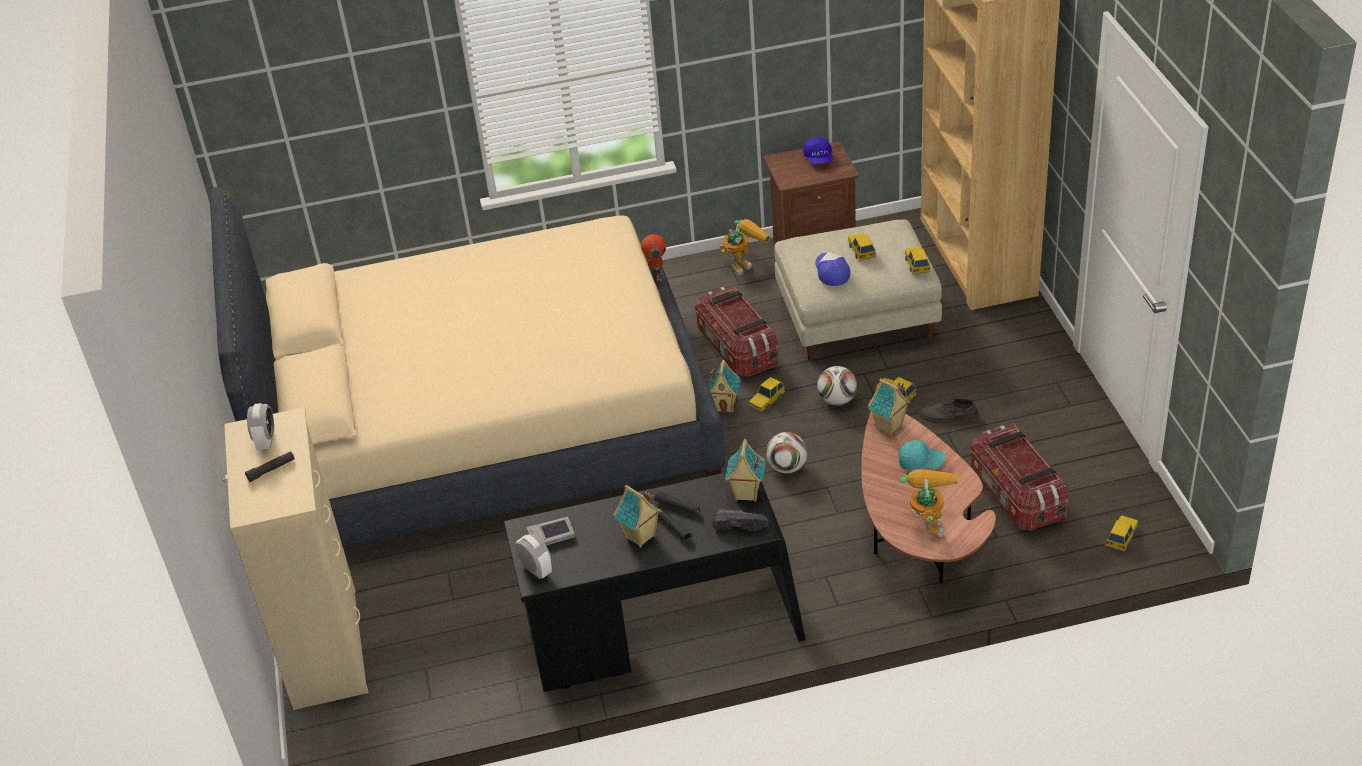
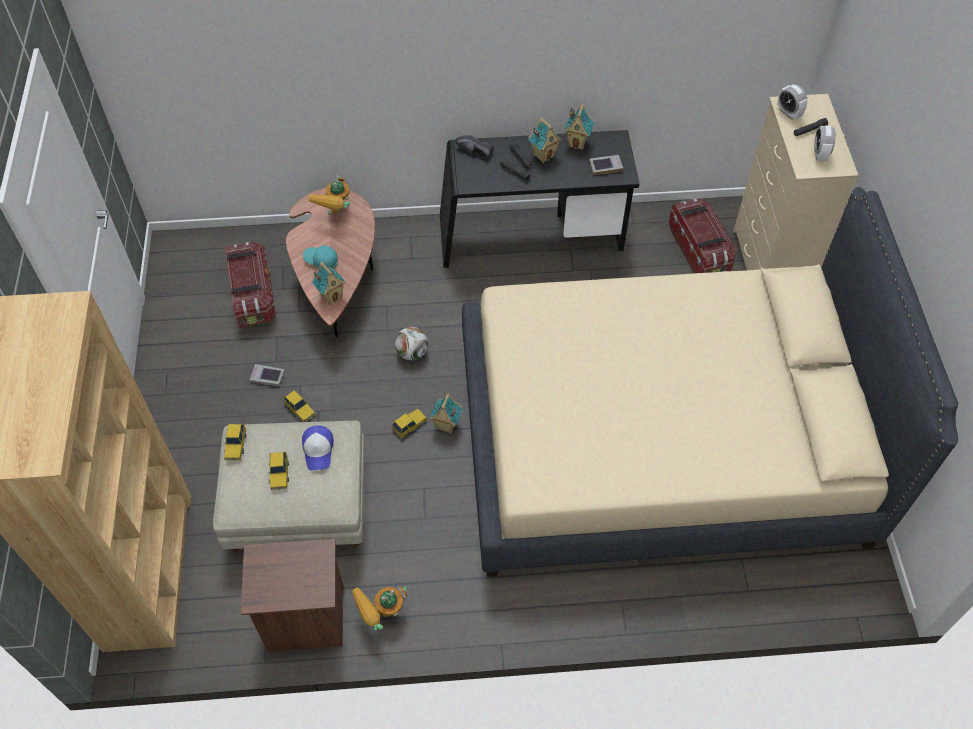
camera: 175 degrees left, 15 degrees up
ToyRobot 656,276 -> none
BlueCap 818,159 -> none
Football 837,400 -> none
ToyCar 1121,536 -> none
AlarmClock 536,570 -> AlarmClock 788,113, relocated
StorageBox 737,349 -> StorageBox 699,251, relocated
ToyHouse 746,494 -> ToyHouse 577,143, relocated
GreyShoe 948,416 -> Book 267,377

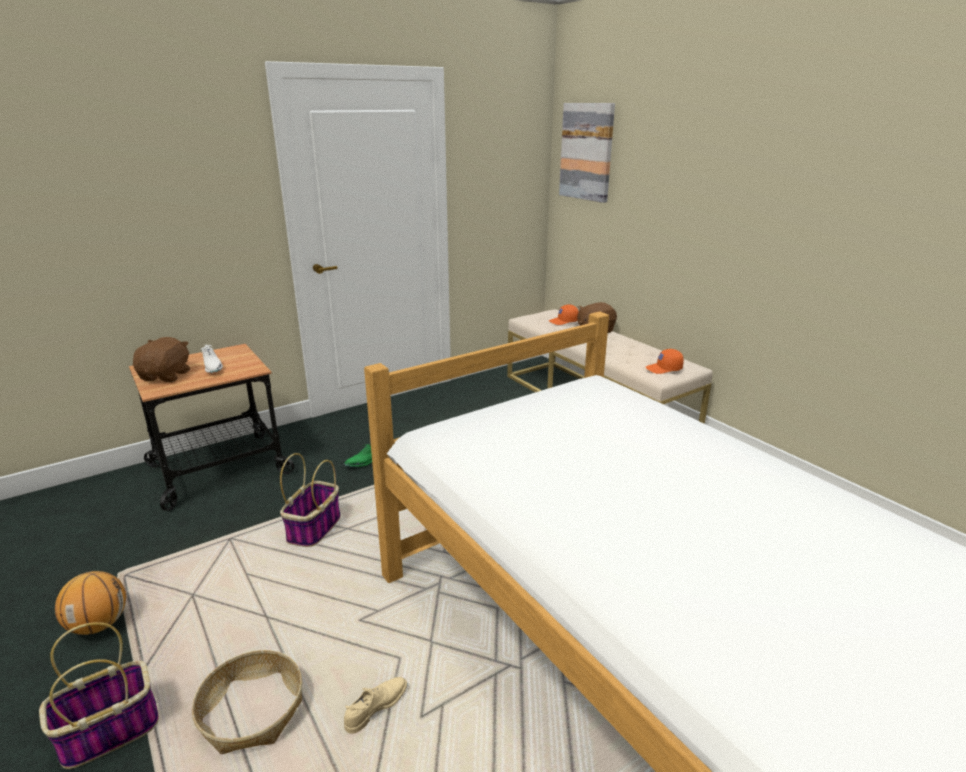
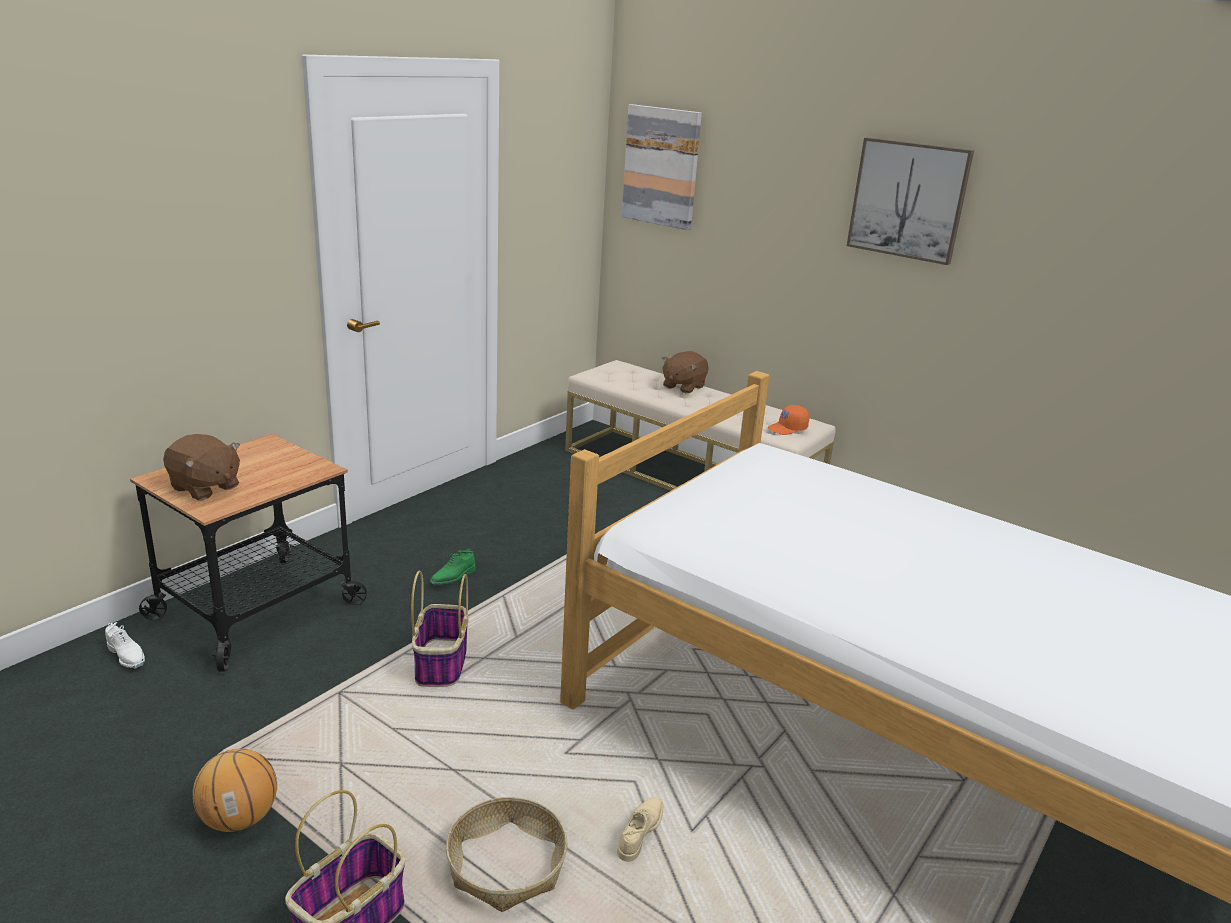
camera: 20 degrees left, 0 degrees up
OrangeCap 563,321 -> none
none -> Picture 908,200
WhiteShoe 213,368 -> WhiteShoe 127,656, relocated
BrownPlushToy 166,376 -> BrownPlushToy 205,487, 135 degrees clockwise

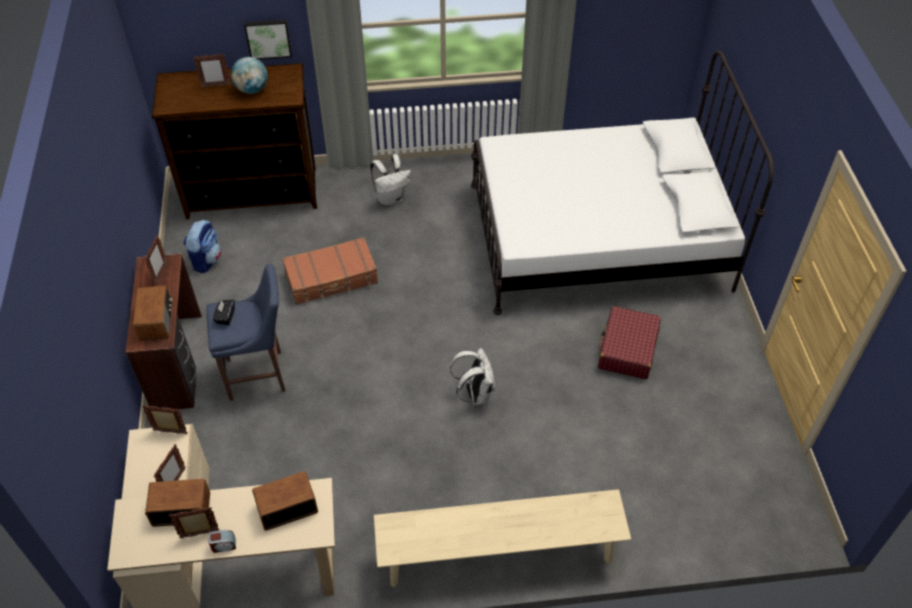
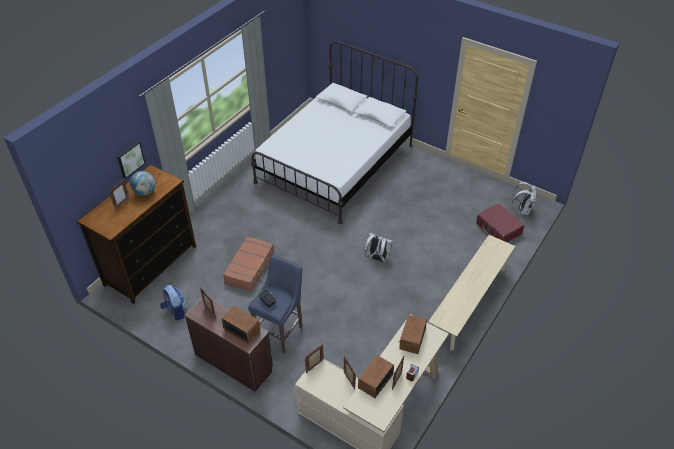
camera: 50 degrees left, 5 degrees down
WhiteBackpack 391,198 -> WhiteBackpack 522,210, relocated
RedSuitcase 627,349 -> RedSuitcase 498,229, relocated

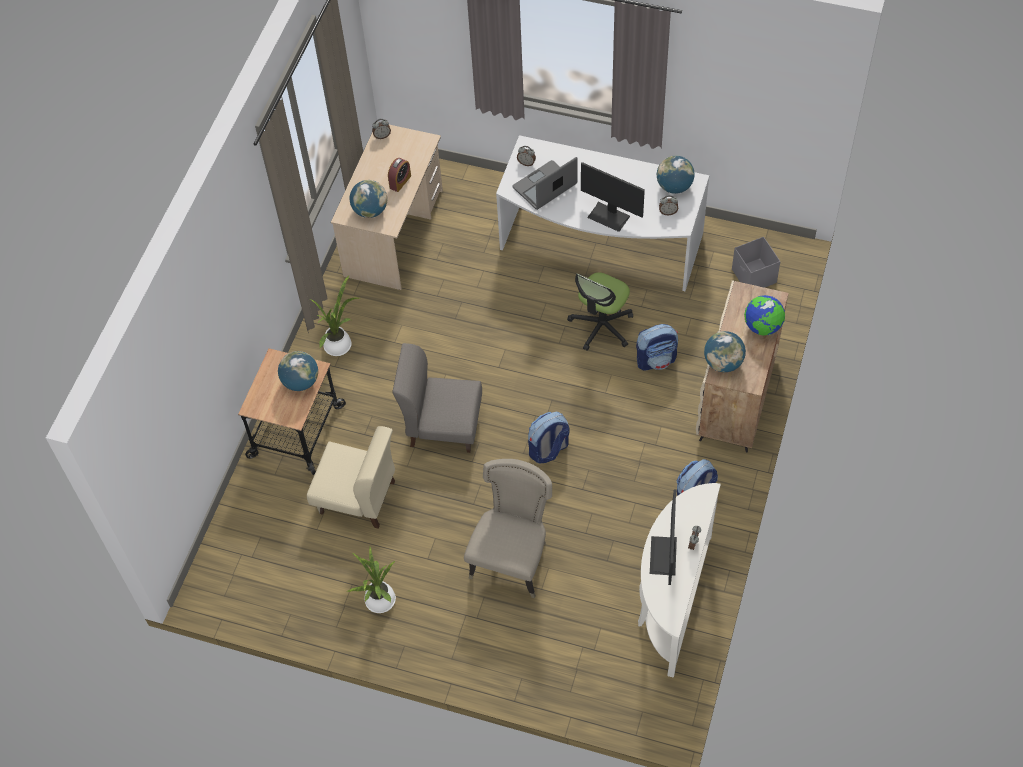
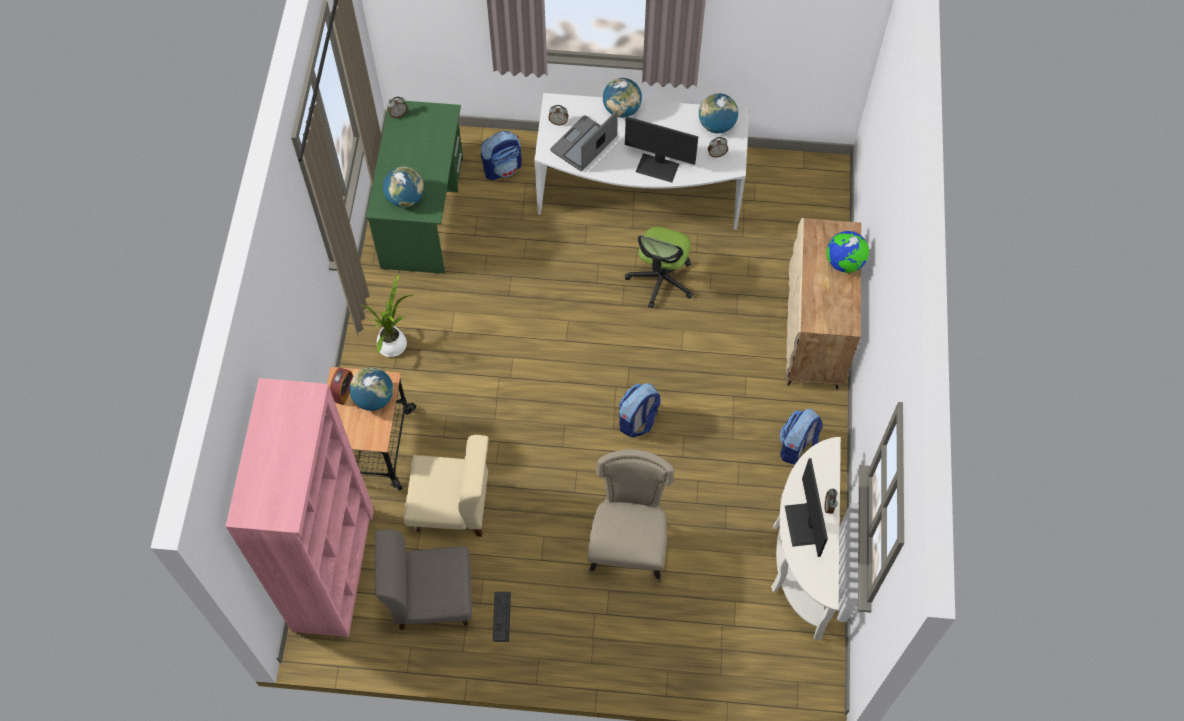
camera: 15 degrees left, 5 degrees up
GreyStorageBox 754,277 -> none
none -> PinkBookcase 333,568
AlarmClock 400,182 -> AlarmClock 344,391, relocated
GreyChair 443,426 -> GreyChair 431,597, relocated
Backpack 656,360 -> Backpack 503,168, relocated
Globe 723,363 -> Globe 621,109, relocated
PottedPlant 379,602 -> Keyboard 501,616
BeigeDesk 394,233 -> GreenDesk 423,213

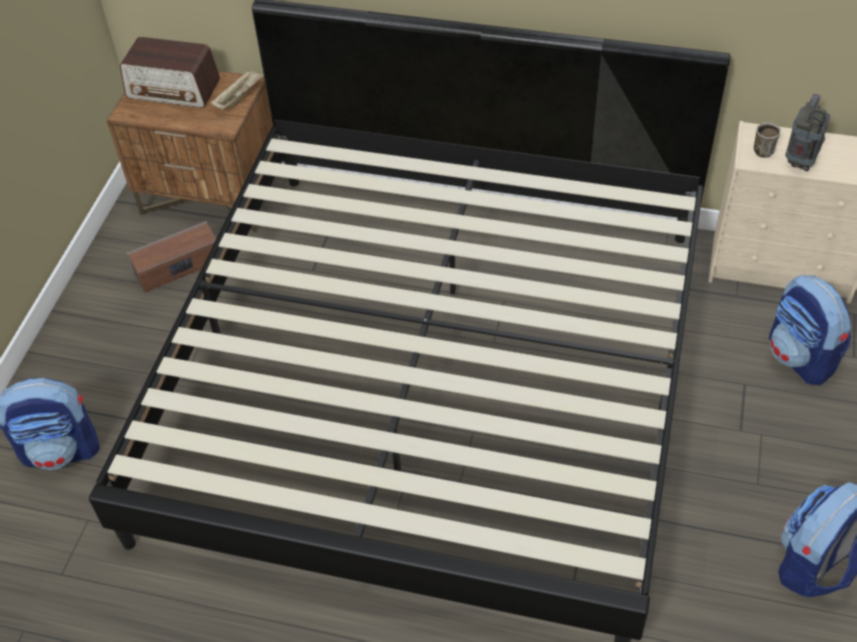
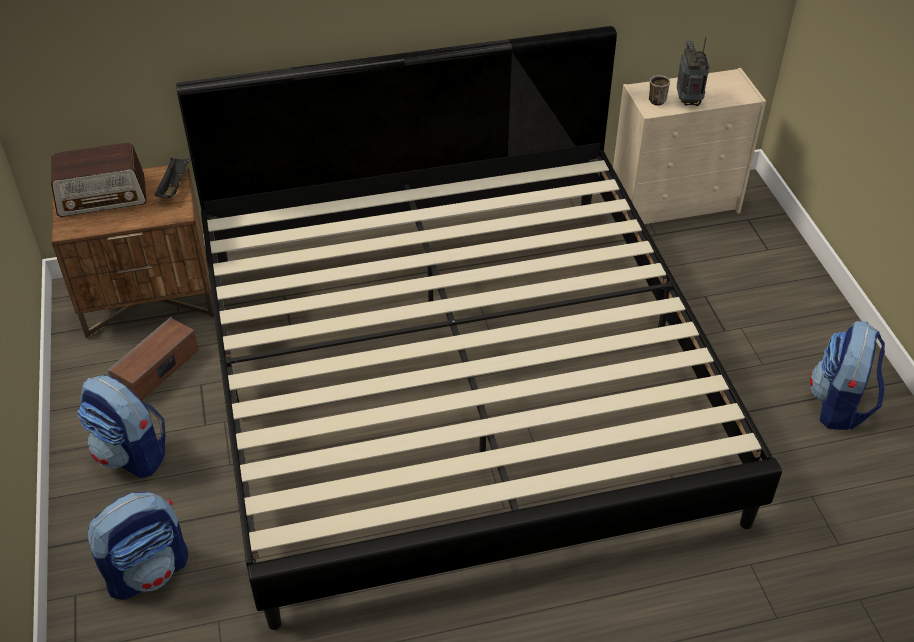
camera: 30 degrees left, 5 degrees down
Backpack 801,357 -> Backpack 131,454, relocated
BeigeTray 239,97 -> BlackTray 174,186

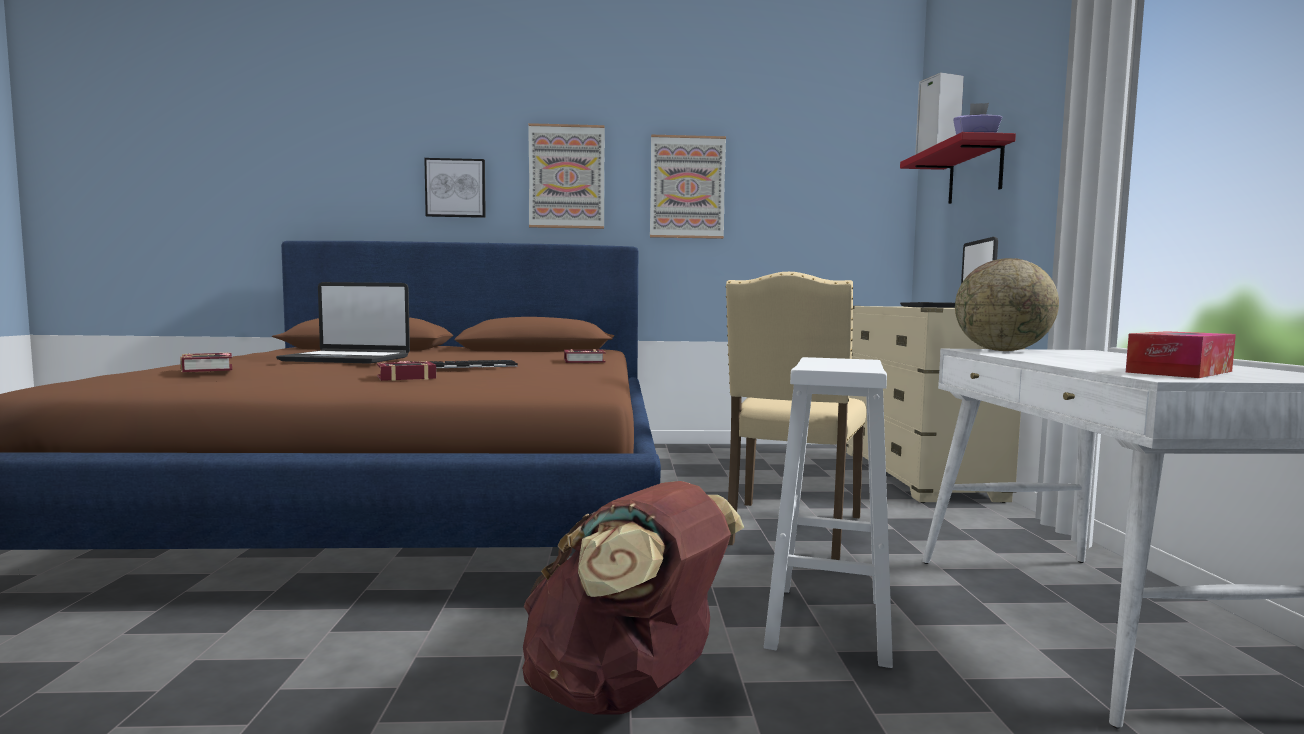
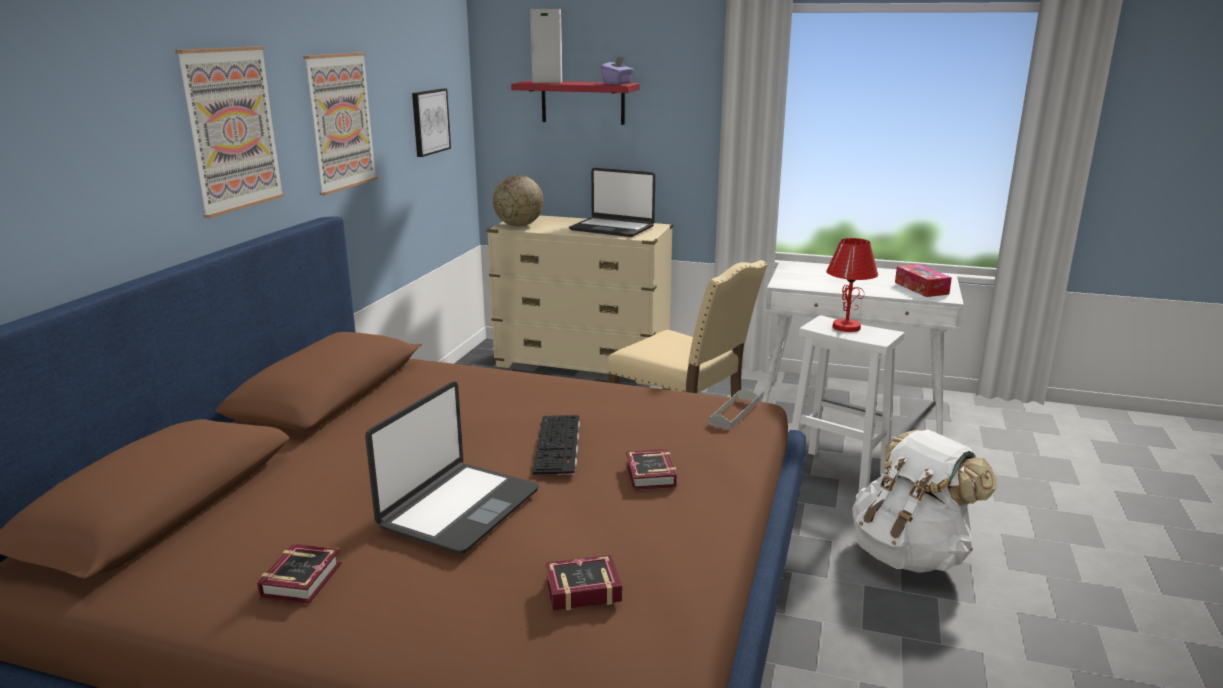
camera: 70 degrees left, 15 degrees up
none -> GreyTray 734,412
none -> RedTableLamp 845,327
Picture 455,188 -> Picture 429,122, relocated
Book 586,361 -> Book 305,578, relocated
Globe 1002,350 -> Globe 519,225, relocated
BrownBackpack 626,692 -> WhiteBackpack 910,554

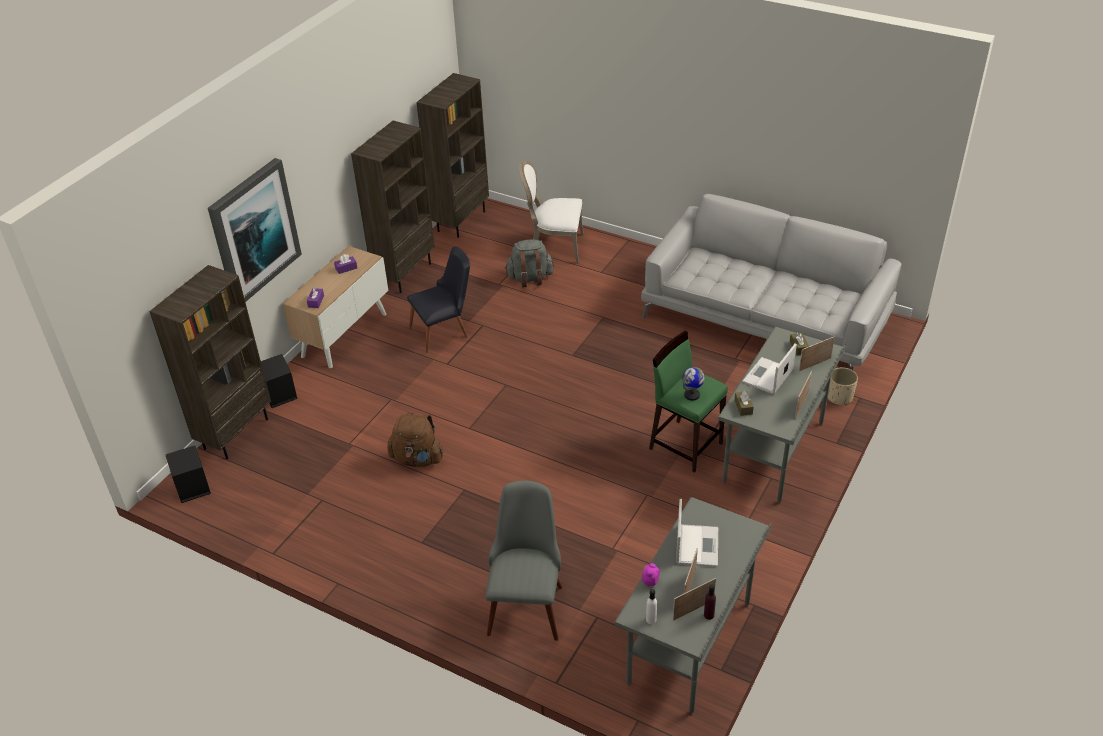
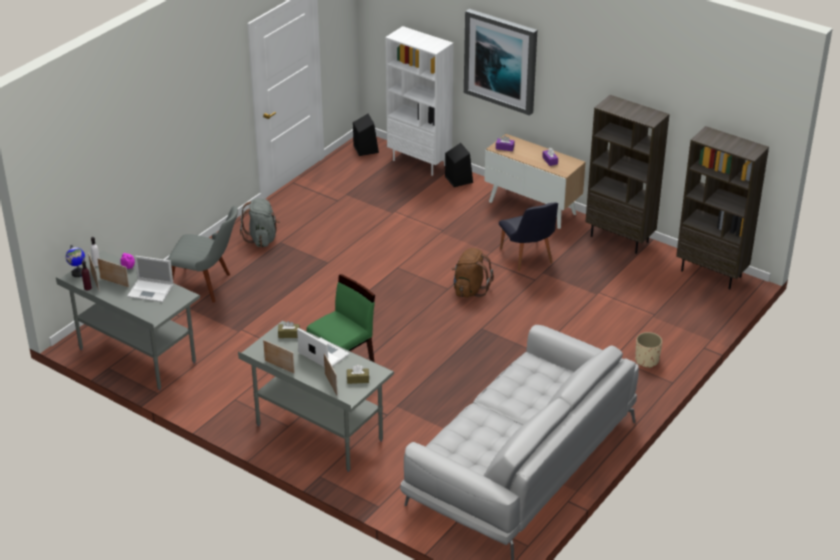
camera: 95 degrees right, 5 degrees down
WhiteChair 554,247 -> none
BrownBackpack 417,459 -> BrownBackpack 469,290, relocated
GreyBackpack 530,278 -> GreyBackpack 262,239, relocated
Globe 692,395 -> Globe 78,273, relocated
BeigePlanter 840,397 -> BeigePlanter 647,361, relocated
BrownBookcase 236,433 -> WhiteBookcase 420,162

